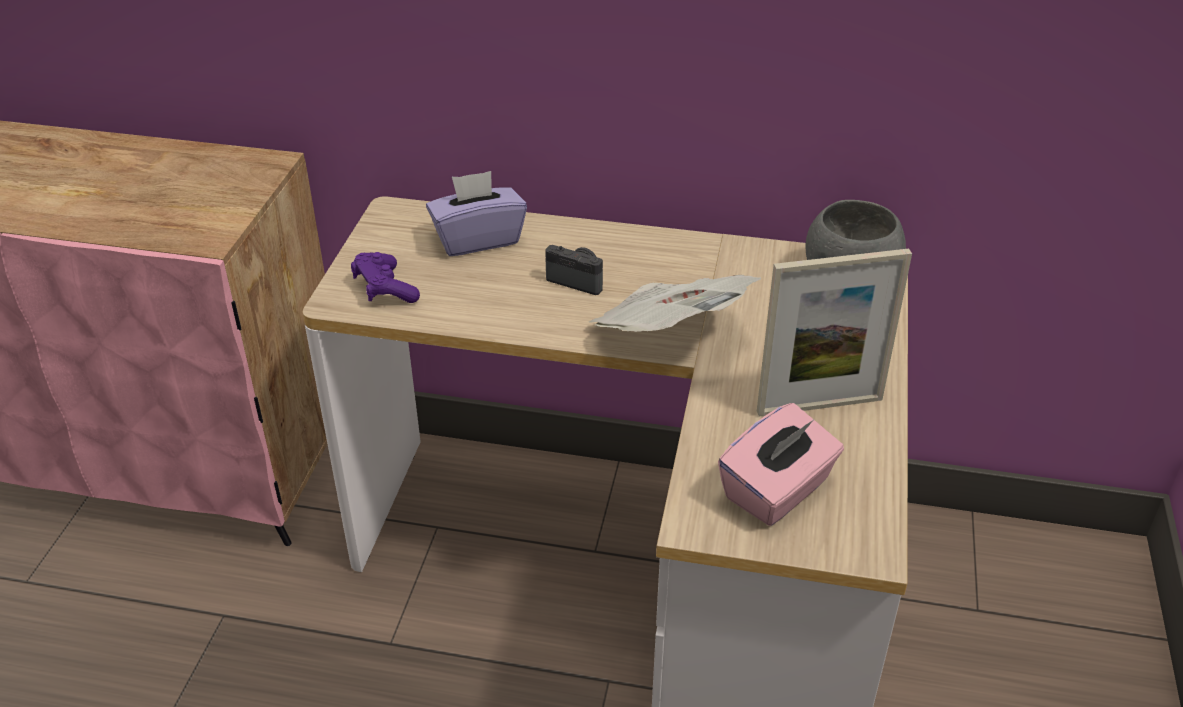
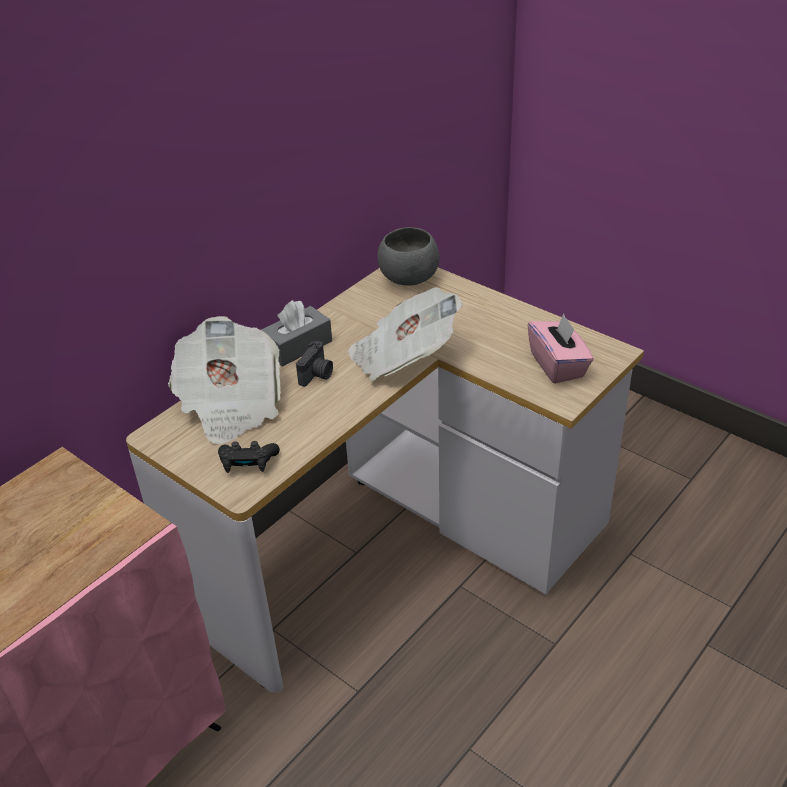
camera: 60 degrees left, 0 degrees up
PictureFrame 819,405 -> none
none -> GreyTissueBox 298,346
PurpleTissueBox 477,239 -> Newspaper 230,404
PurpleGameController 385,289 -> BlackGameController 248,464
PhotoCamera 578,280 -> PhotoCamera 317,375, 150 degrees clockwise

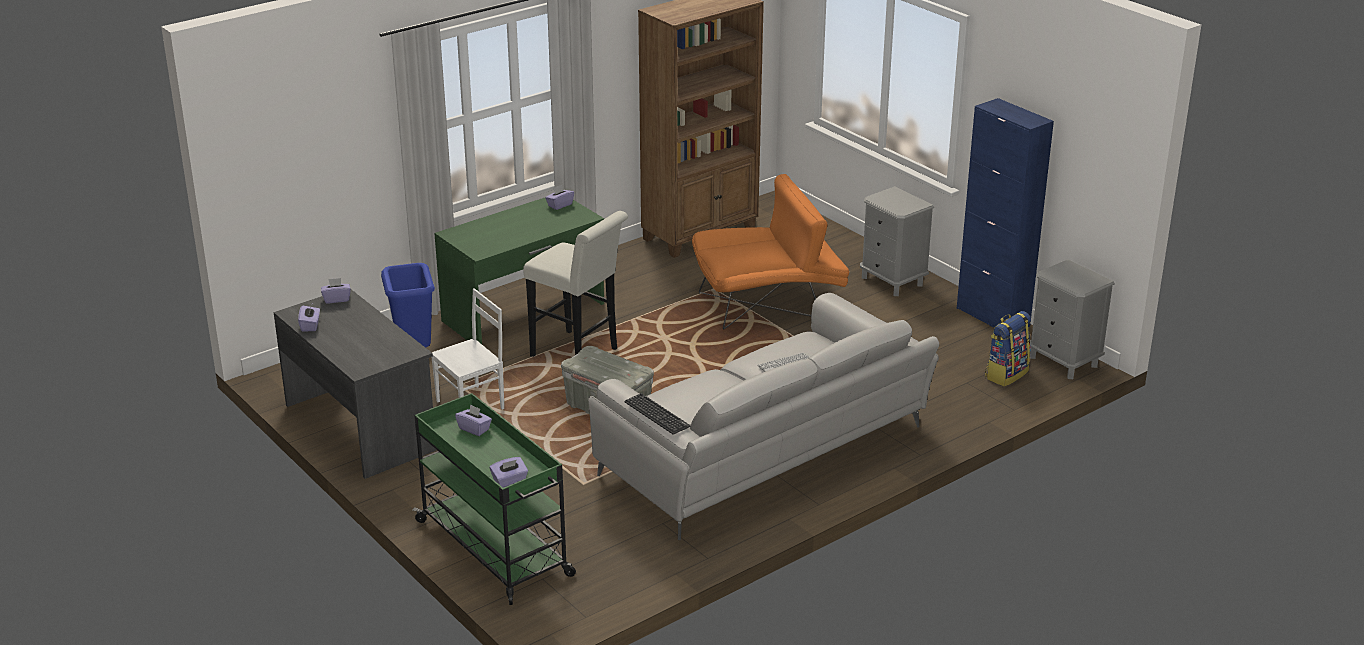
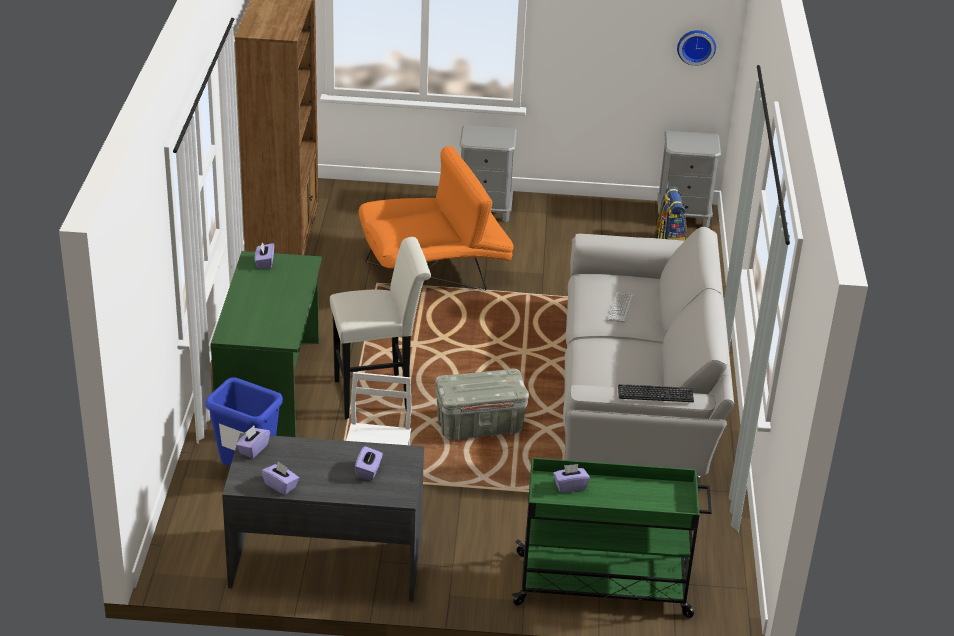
camera: 50 degrees left, 5 degrees up
BlueCabinet 992,317 -> none
none -> WallClock 696,46
PurpleTissueBox 509,481 -> PurpleTissueBox 369,471, relocated
OrangeArmchair 769,302 -> OrangeArmchair 434,273, 45 degrees clockwise

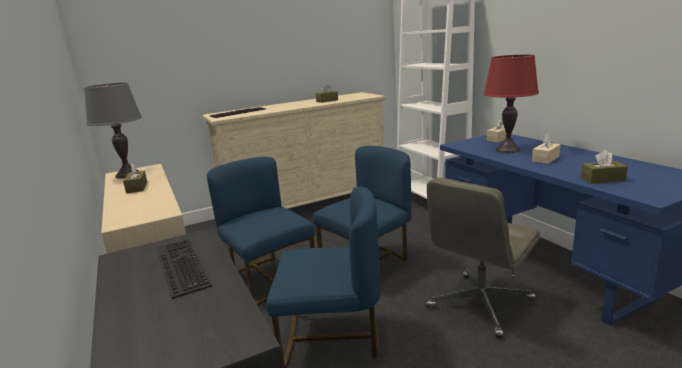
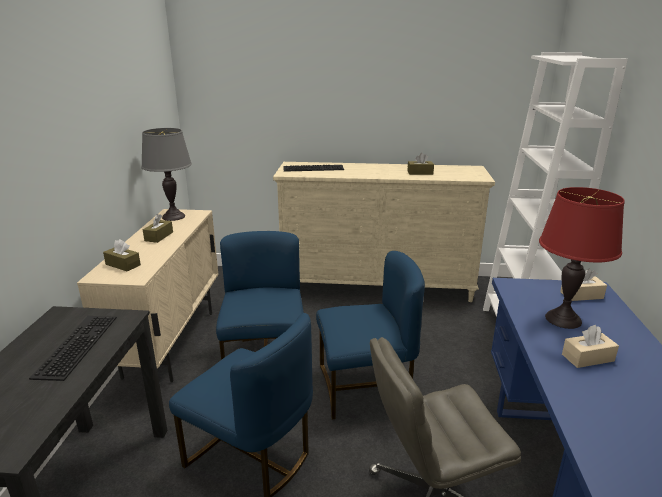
camera: 30 degrees right, 5 degrees up
BrownTissueBox 602,179 -> BrownTissueBox 123,265, relocated

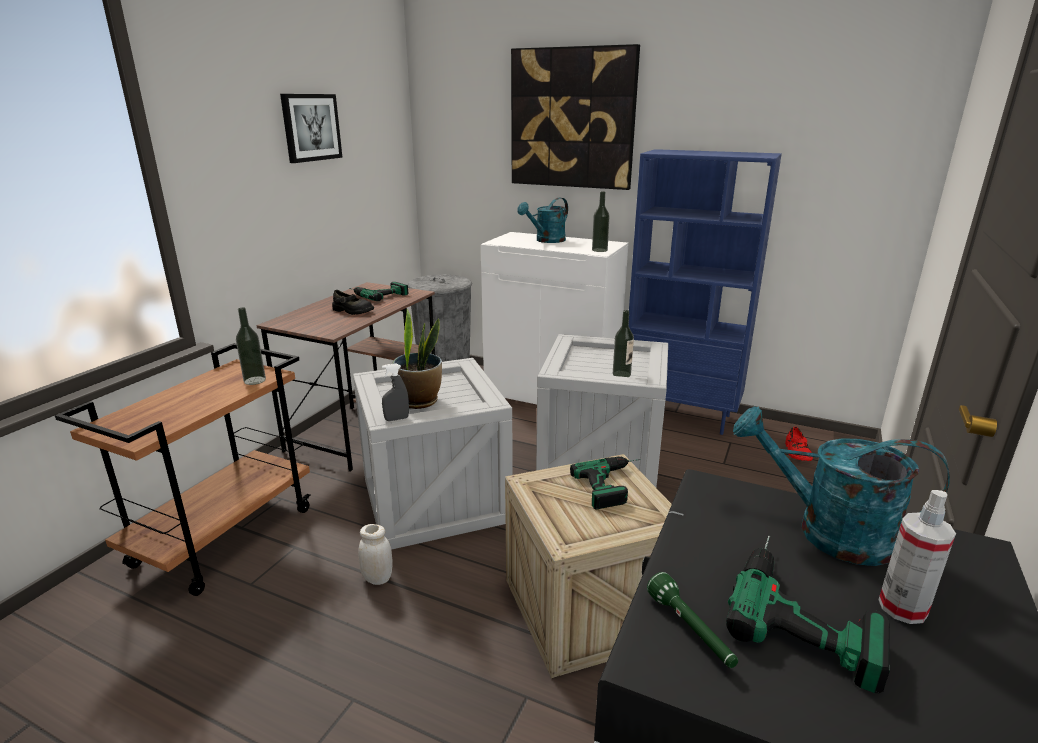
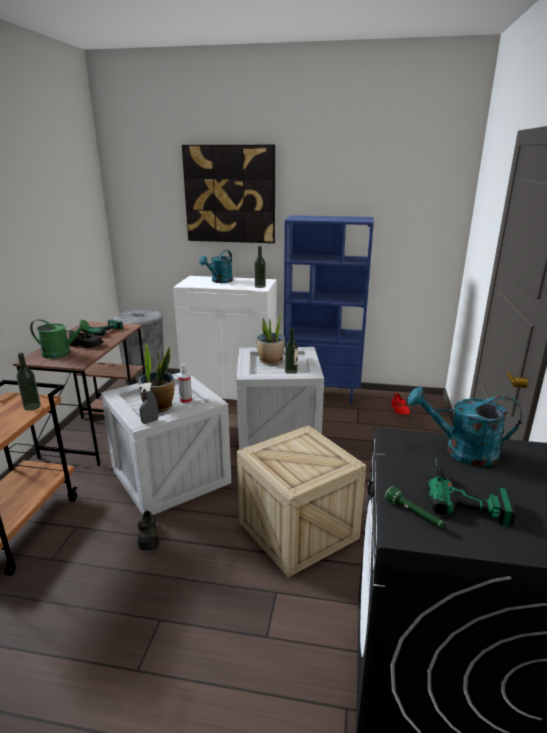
camera: 15 degrees left, 0 degrees up
Picture 311,127 -> none
PowerDrill 616,484 -> none
none -> GreenWateringCan 62,353
none -> PottedPlant 271,361
SprayBottle 902,607 -> SprayBottle 186,400, relocated
WhiteJar 377,578 -> BlackShoe 148,537

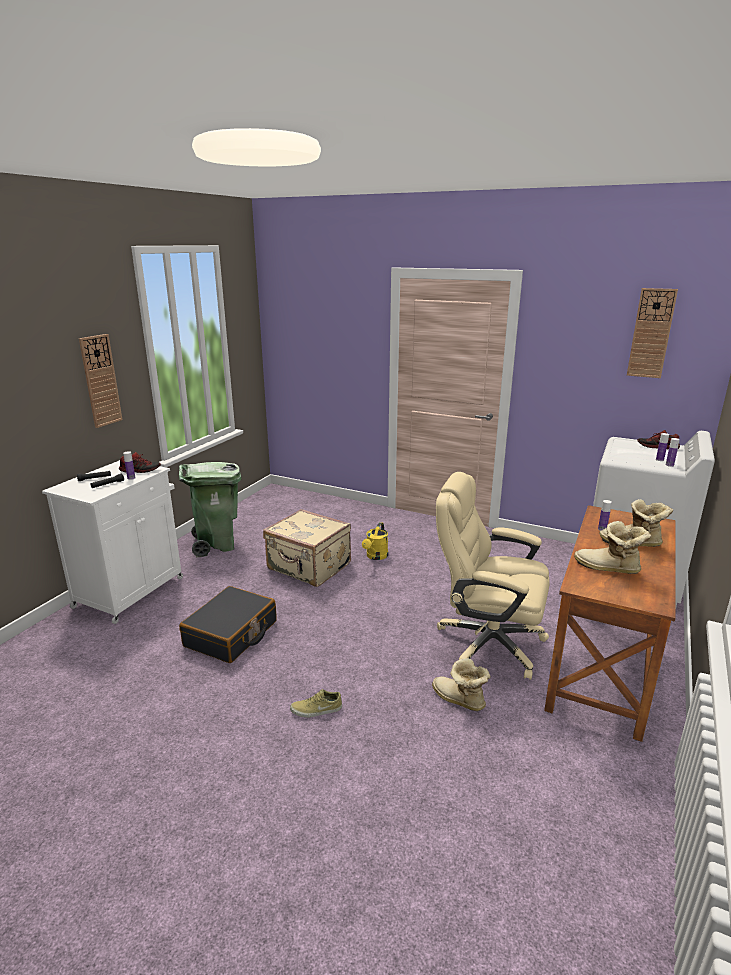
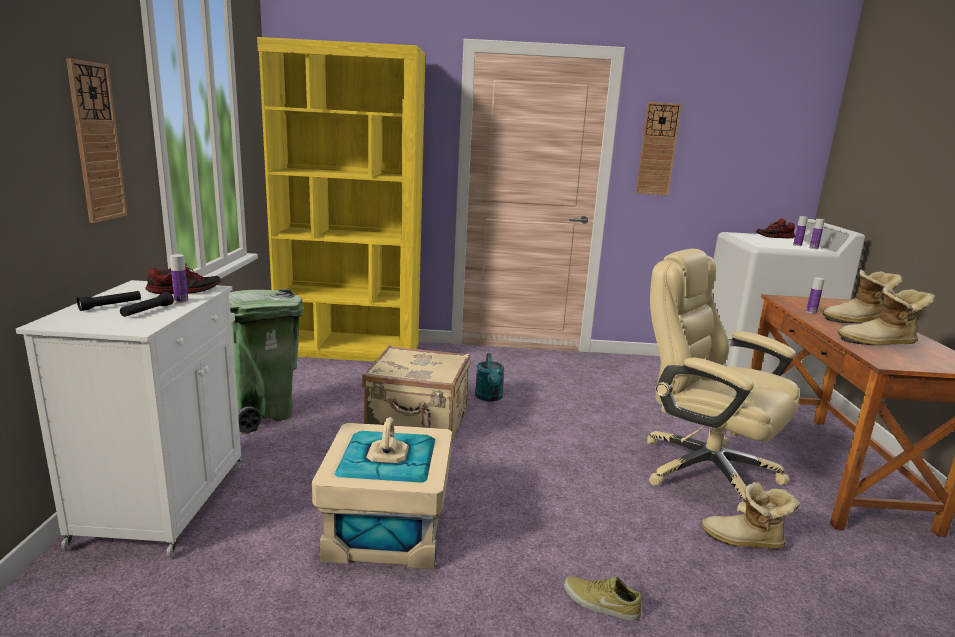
camera: 25 degrees left, 5 degrees down
none -> YellowBookcase 349,349
WallClock 651,333 -> WallClock 657,149, relocated
BlackSuitcase 231,634 -> BeigeStorageBox 386,529
YellowWateringCan 375,556 -> TurquoiseWateringCan 489,397
BeigeShoe 316,710 -> BeigeShoe 600,603, 60 degrees clockwise
BeigeOfficeChair 487,643 -> BeigeOfficeChair 704,469, 45 degrees clockwise

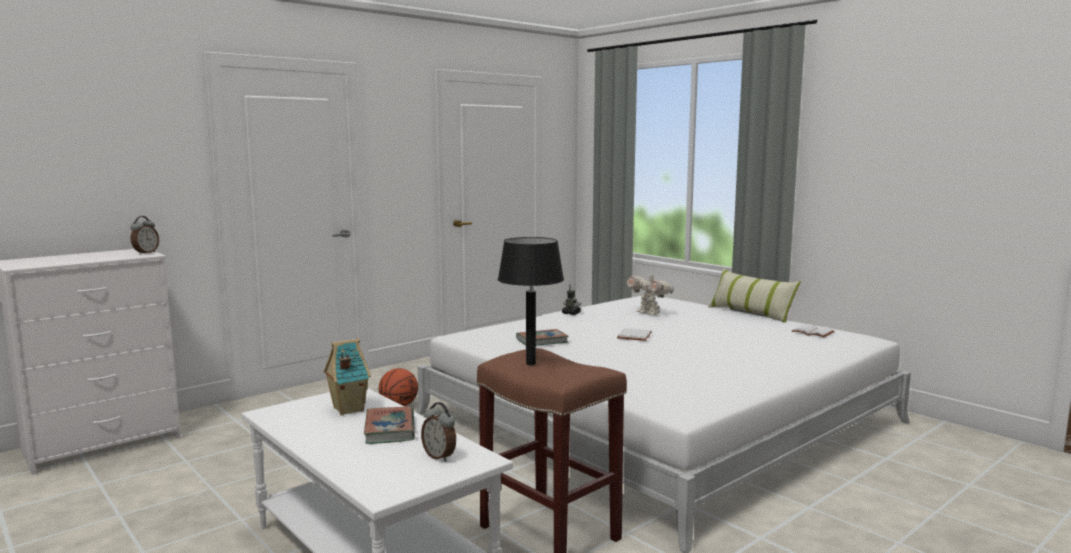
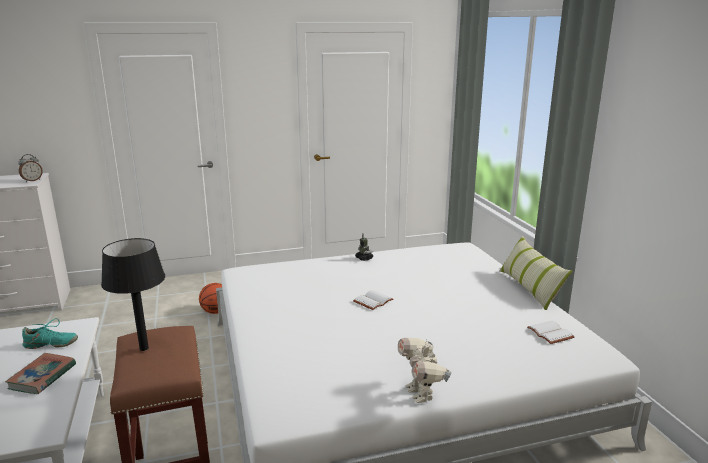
camera: 25 degrees right, 10 degrees up
AlarmClock 440,456 -> none
Book 542,341 -> none
ToyRobot 649,313 -> ToyRobot 421,393, relocated
ToyHouse 347,409 -> TurquoiseShoe 50,344

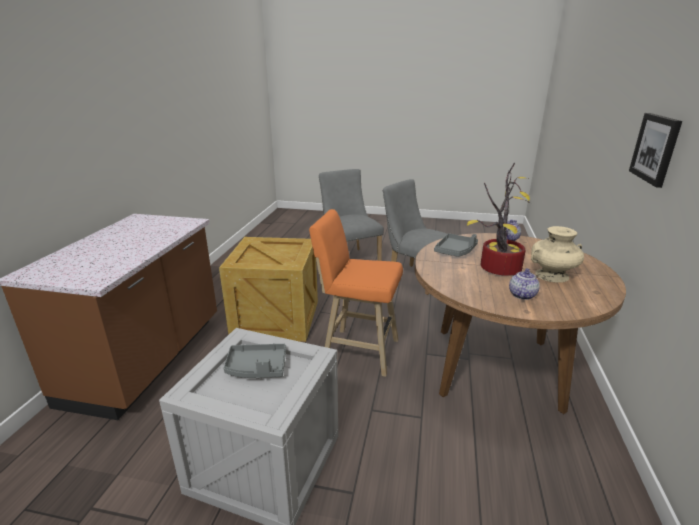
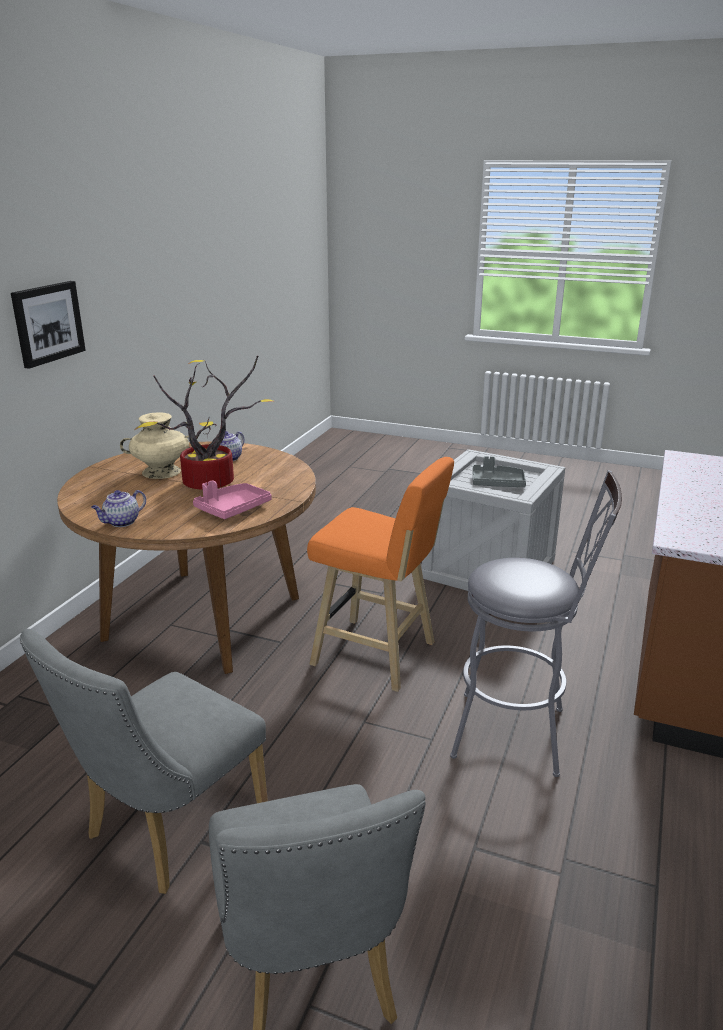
camera: 170 degrees left, 0 degrees up
Crate 275,318 -> GreyStool 520,734
GreyTray 455,251 -> PinkTray 232,509
GreyChair 415,277 -> GreyChair 167,830, 75 degrees clockwise

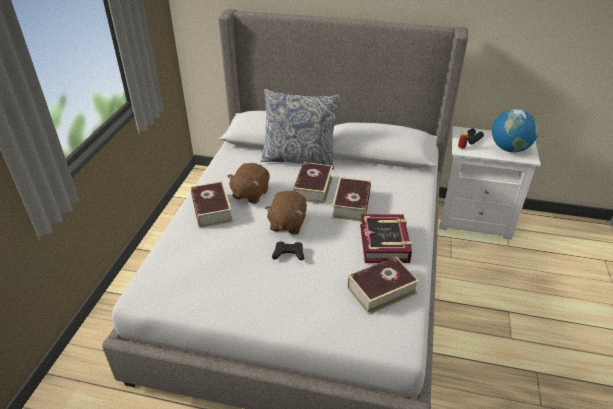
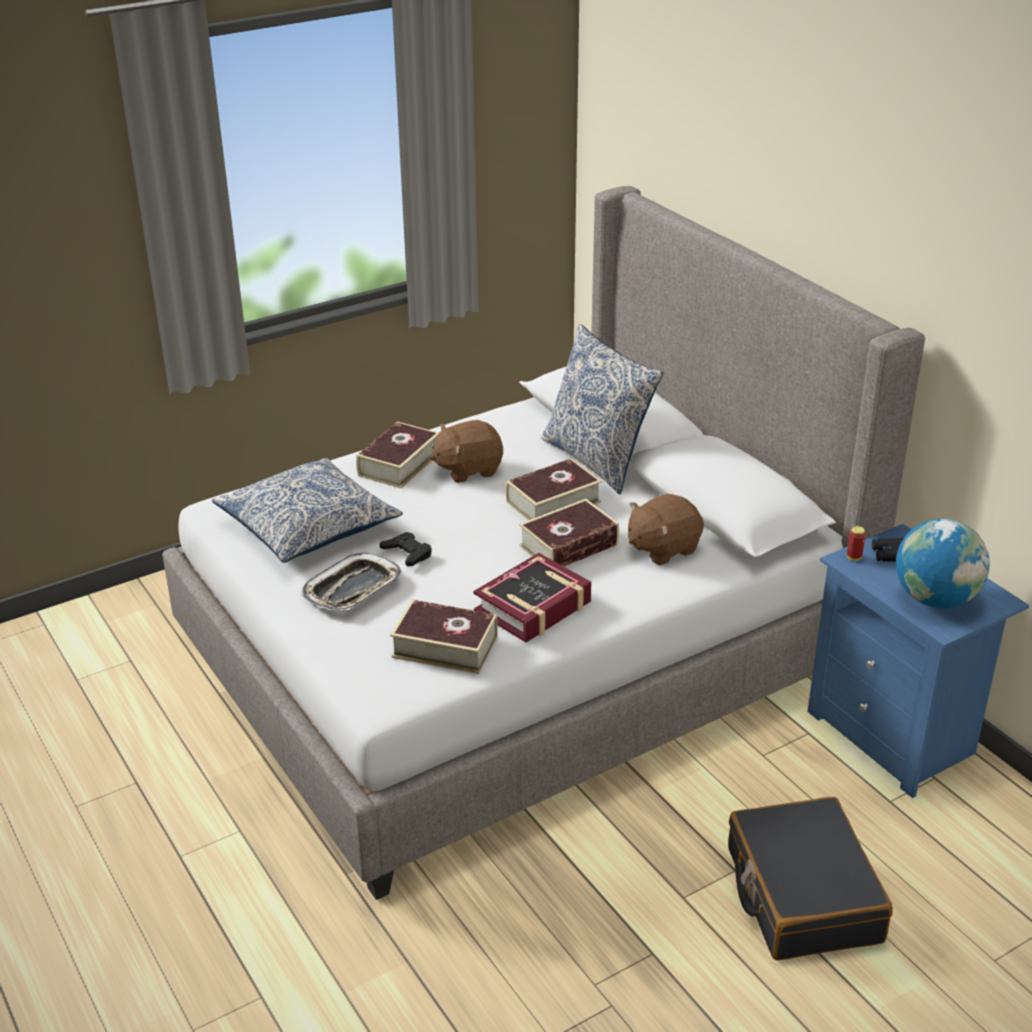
camera: 45 degrees right, 5 degrees down
none -> Pillow 307,525
none -> Tray 353,589
none -> BlackSuitcase 802,895
BrownPlushToy 287,224 -> BrownPlushToy 662,548, relocated
WhiteNightstand 475,219 -> BlueNightstand 895,735

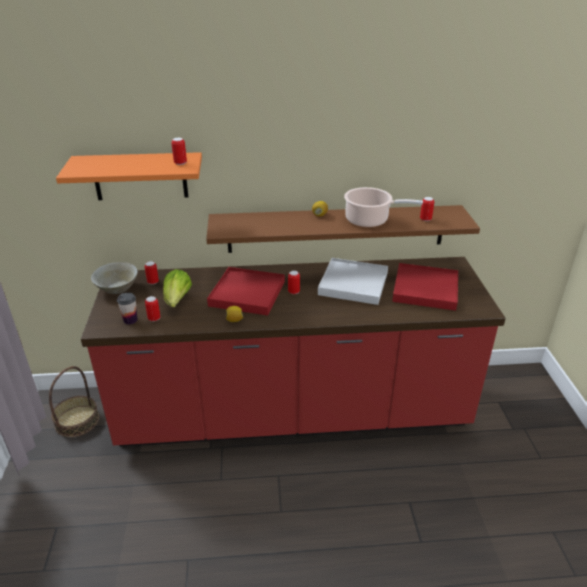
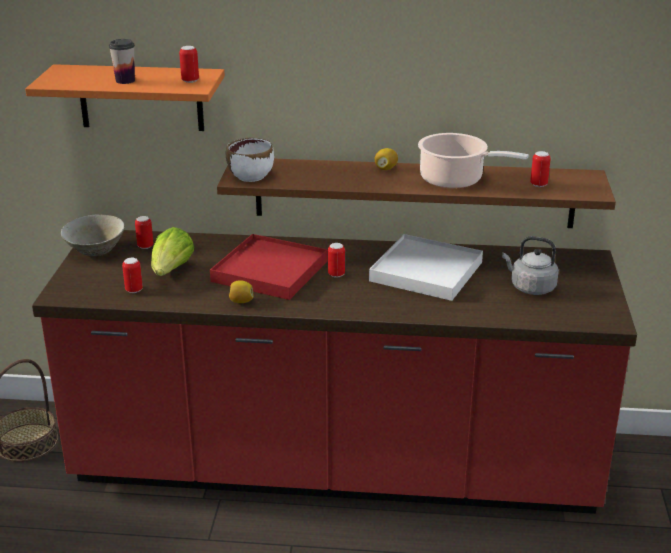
camera: 10 degrees right, 5 degrees down
none -> WhiteBowl 251,176
Cup 130,320 -> Cup 125,81, relocated
RedTray 425,289 -> GreyKettle 530,287

